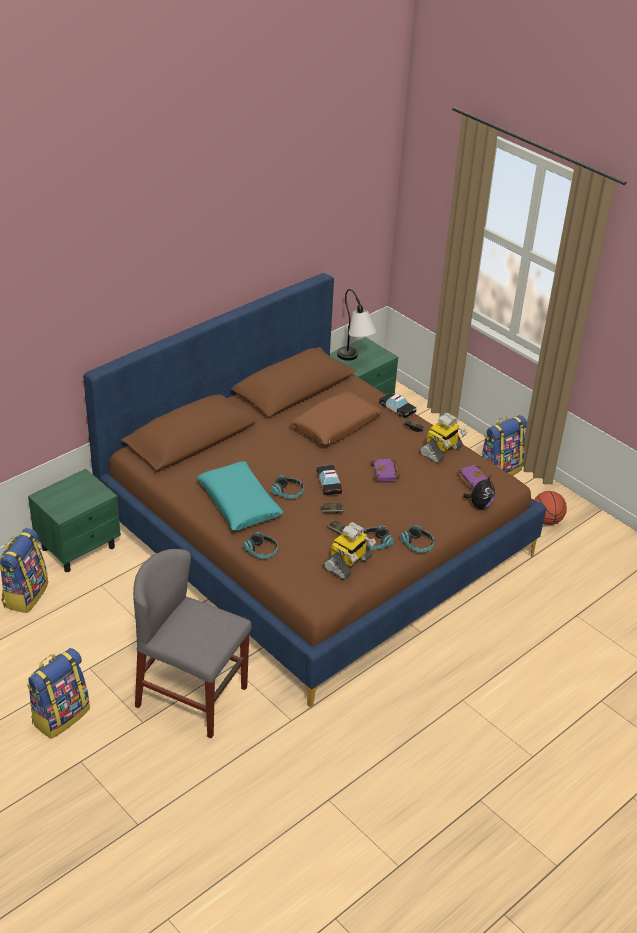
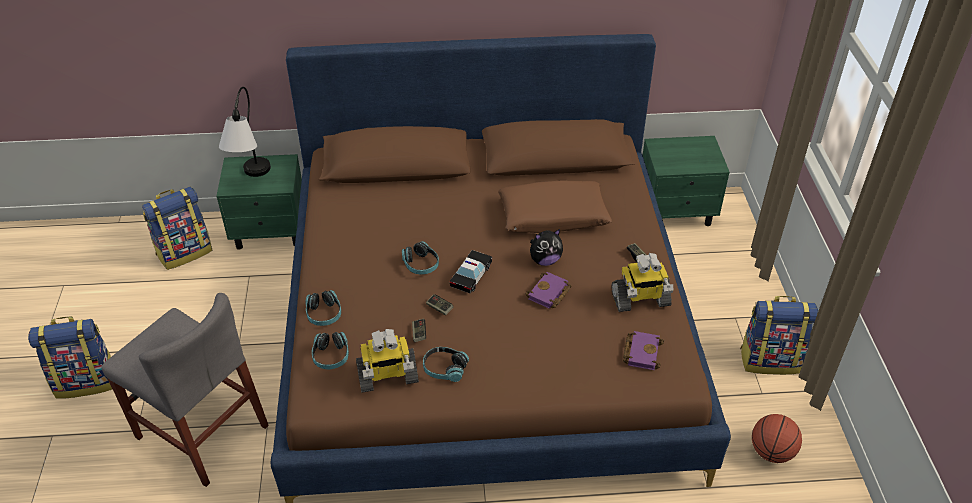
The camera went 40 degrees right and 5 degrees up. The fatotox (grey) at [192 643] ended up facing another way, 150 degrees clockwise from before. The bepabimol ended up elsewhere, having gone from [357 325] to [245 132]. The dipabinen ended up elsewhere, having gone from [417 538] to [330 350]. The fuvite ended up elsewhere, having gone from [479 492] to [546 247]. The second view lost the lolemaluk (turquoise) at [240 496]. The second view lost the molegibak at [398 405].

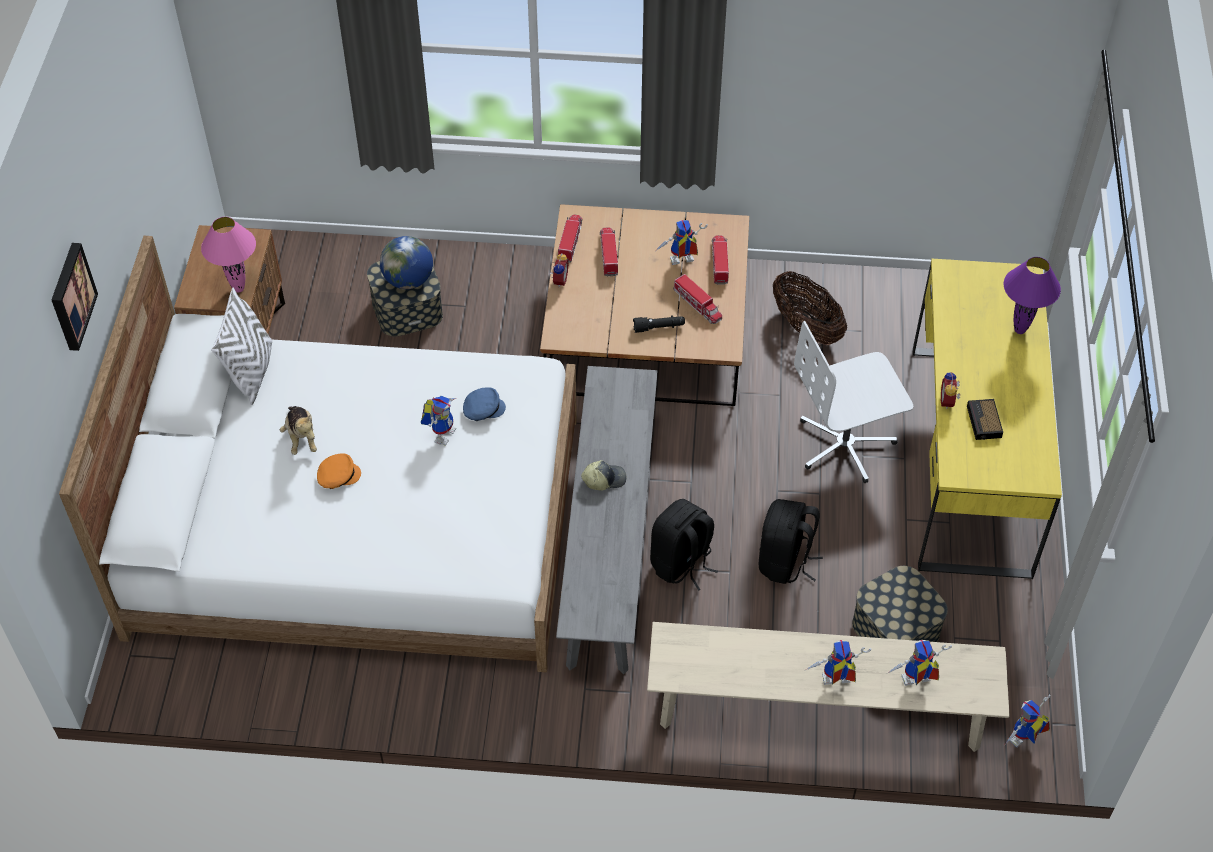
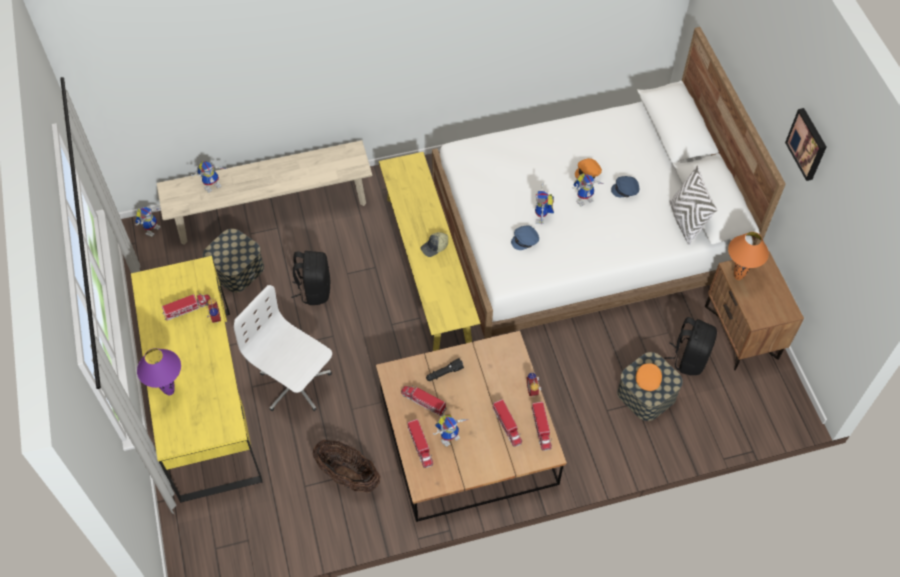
The camera went 160 degrees right and 5 degrees up. Where the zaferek stood at [985 419], the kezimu came to stand at [186 307]. The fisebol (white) at [853 402] ended up facing another way, 105 degrees counterclockwise from before. What was the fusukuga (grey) at [607 520] turned into the fusukuga (yellow) at [429 251]. The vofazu ended up elsewhere, having gone from [837 662] to [588 190]. Where the fuvite stood at [298 430], the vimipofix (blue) came to stand at [625 186]. Where the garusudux stood at [406 262], the vimipofix (orange) came to stand at [649 377]. The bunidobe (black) ended up elsewhere, having gone from [684 545] to [690 346]. What was the bepabimol (pink) at [228 254] turned into the bepabimol (orange) at [748 256]. The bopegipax ended up elsewhere, having gone from [75 297] to [805 144].

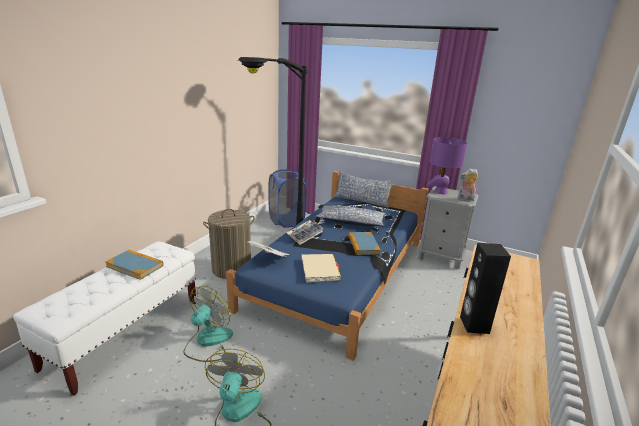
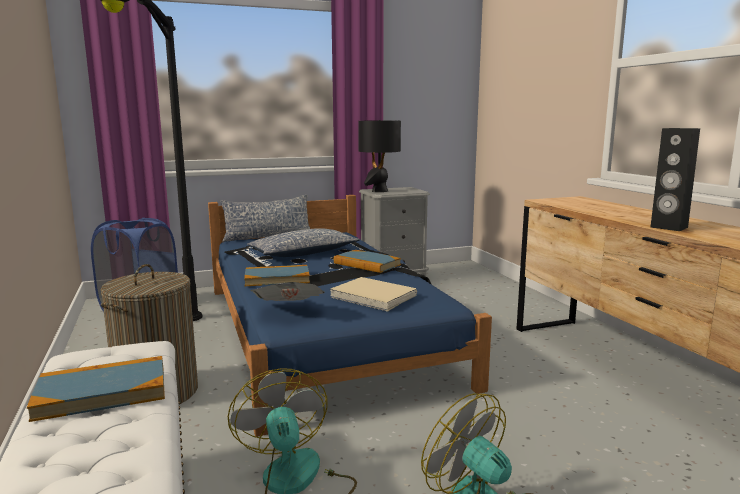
The camera went 45 degrees left and 10 degrees down. Where the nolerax stood at [305 232], the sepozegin came to stand at [277 275]. What was the bepabimol (purple) at [447 166] turned into the bepabimol (black) at [379 156]. The second view lost the fuvite at [468 185].

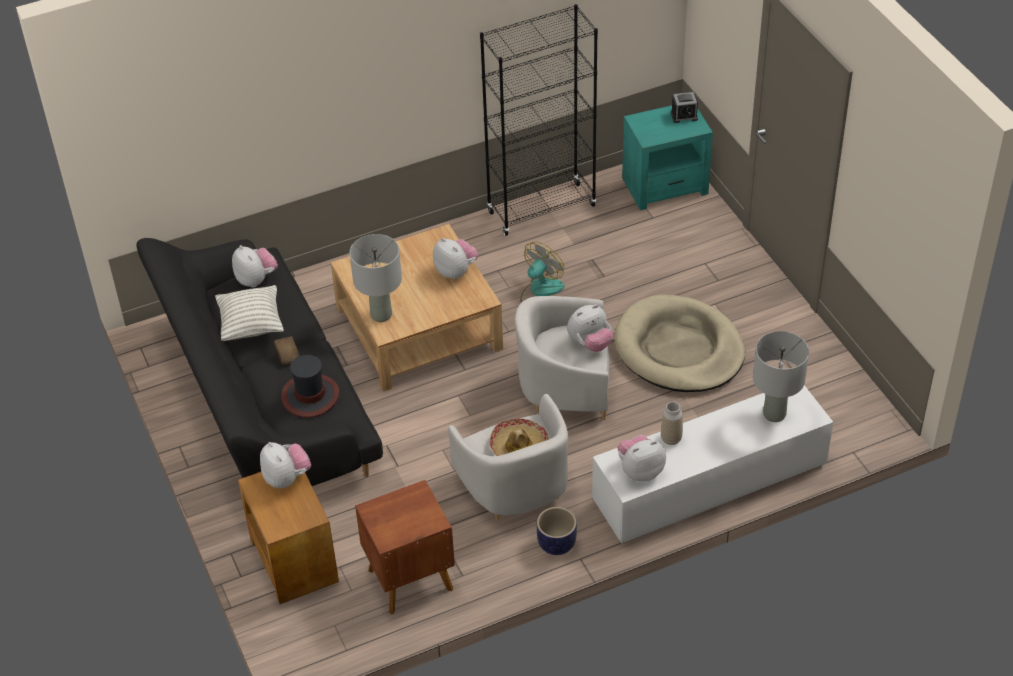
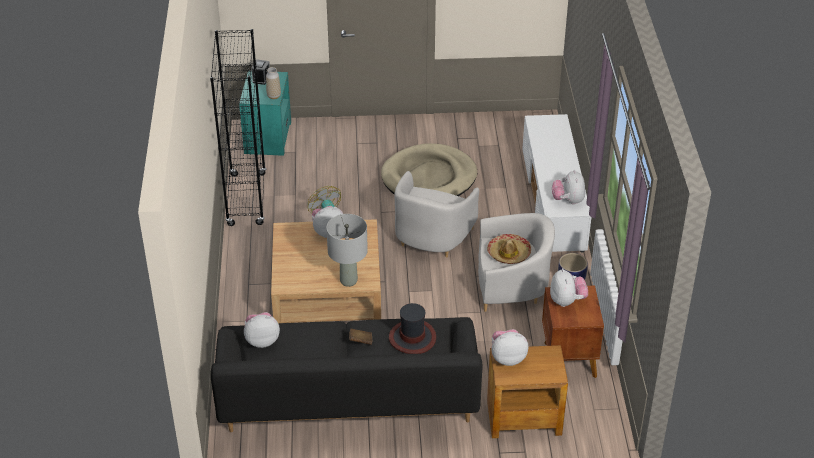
The camera went 70 degrees left and 5 degrees down. The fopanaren ended up elsewhere, having gone from [672 423] to [273 83]. The fuvite ended up elsewhere, having gone from [590 328] to [569 287]. The second view lost the lolemaluk at [249 313]. The second view lost the bepabimol (grey) at [781 376].

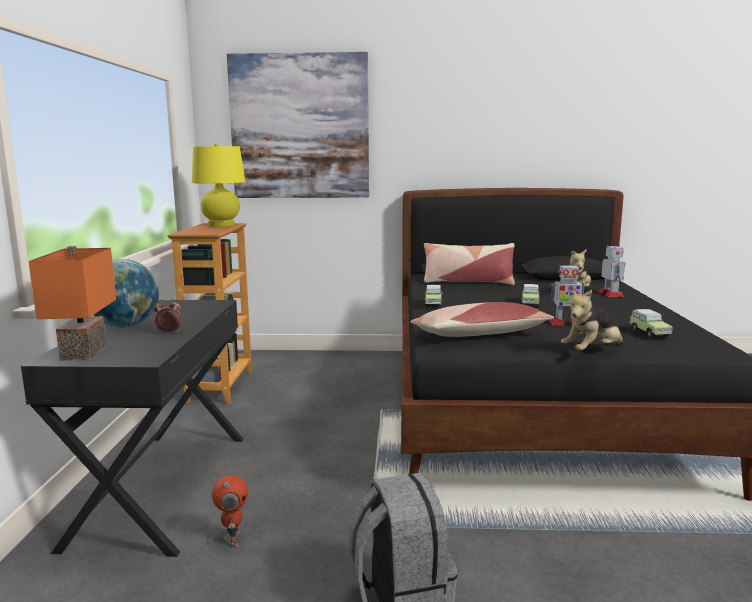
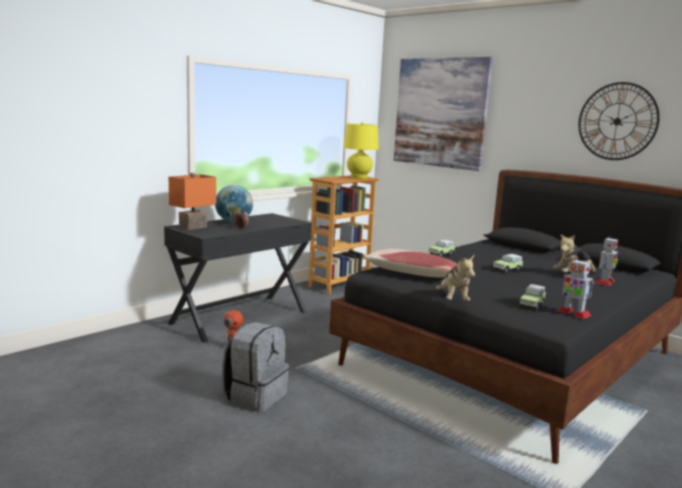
The camera went 40 degrees right and 0 degrees up. The fuvite at [592 320] ended up facing another way, 105 degrees counterclockwise from before. The vofazu ended up elsewhere, having gone from [567 295] to [575 288]. The second view gained the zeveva at [619 121]. The second view lost the lolemaluk at [469 264].

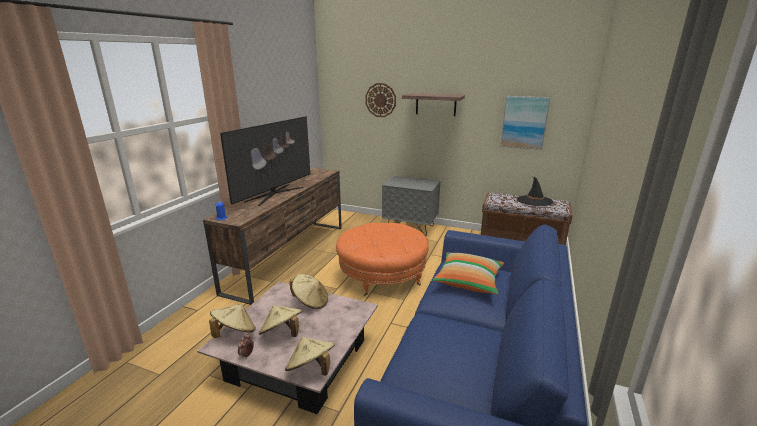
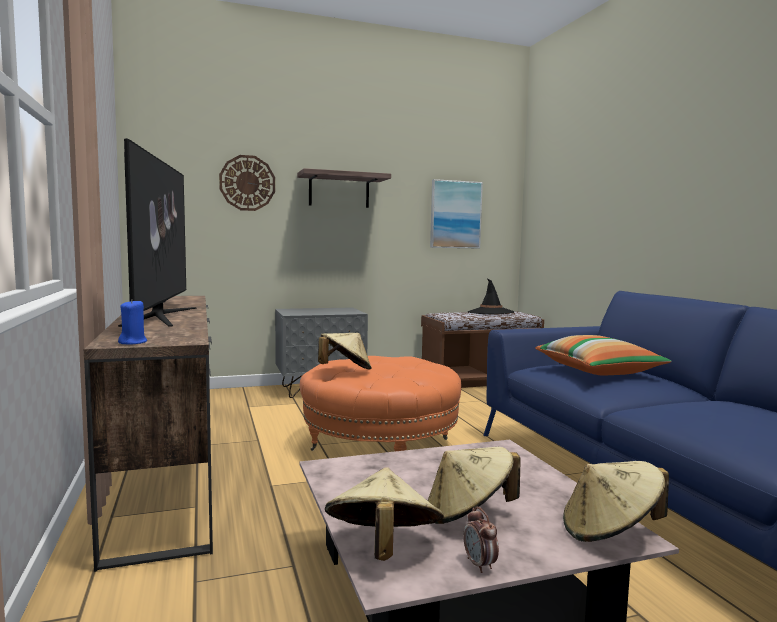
The camera went 40 degrees left and 15 degrees down. The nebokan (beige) ended up elsewhere, having gone from [309 291] to [345 351].

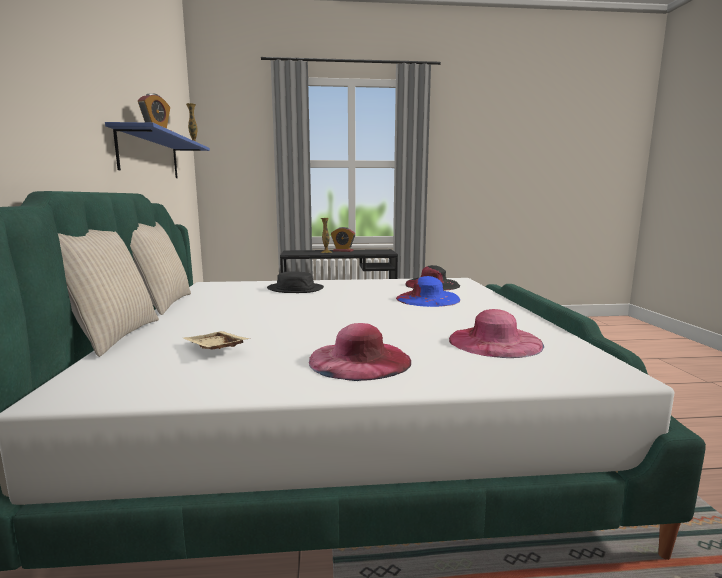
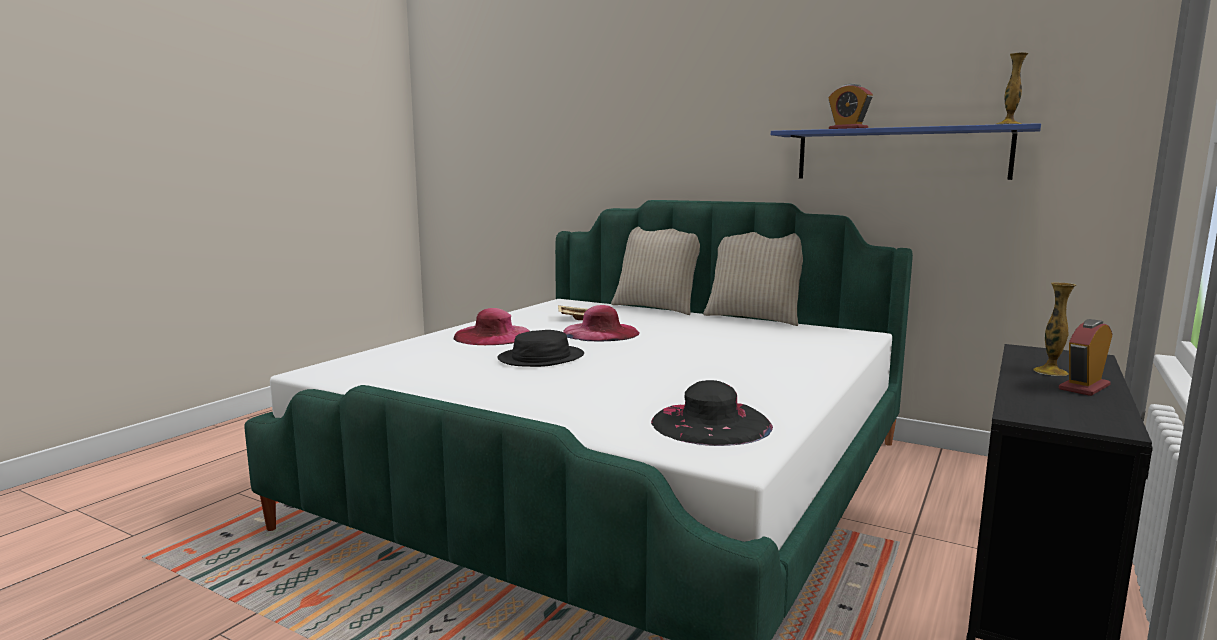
The camera went 125 degrees right and 0 degrees up. The nebokan (black) ended up elsewhere, having gone from [295 282] to [540 348]. The nebokan (pink) ended up elsewhere, having gone from [496 333] to [601 323]. The second view lost the nebokan (blue) at [428 291].

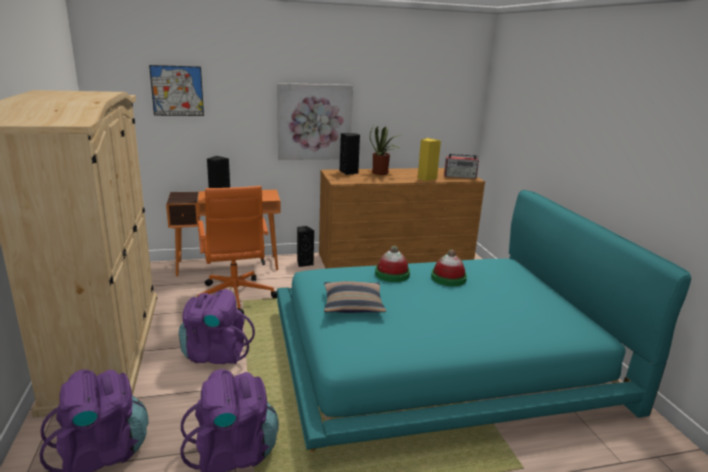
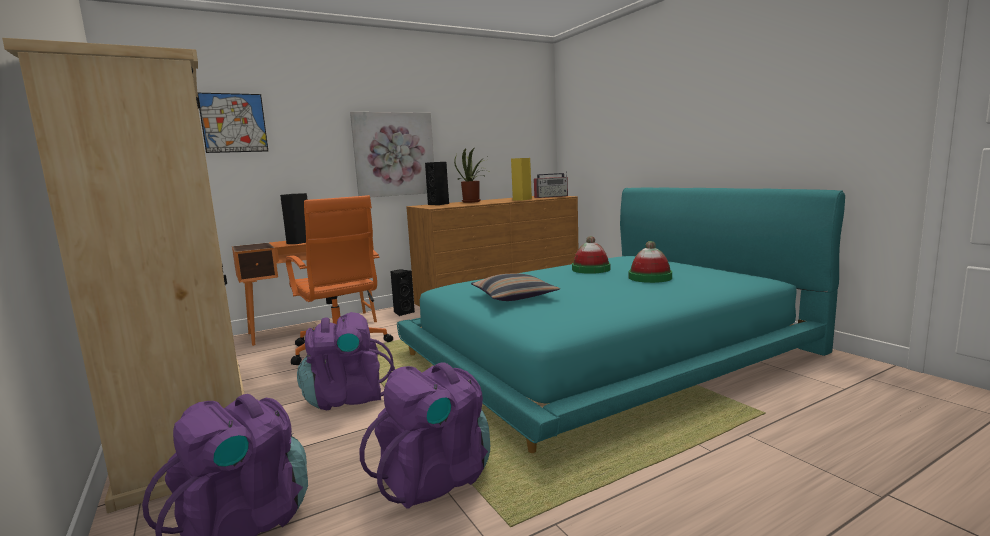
The camera went 15 degrees left and 10 degrees down. The nebokan ended up elsewhere, having gone from [392 264] to [650 262].

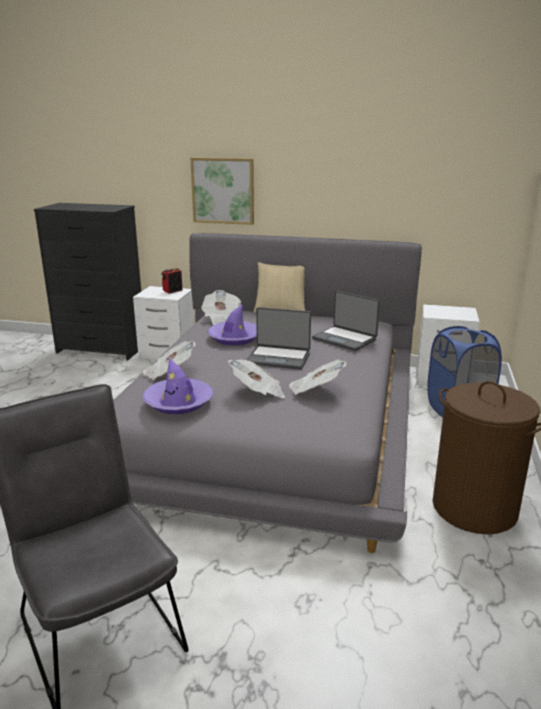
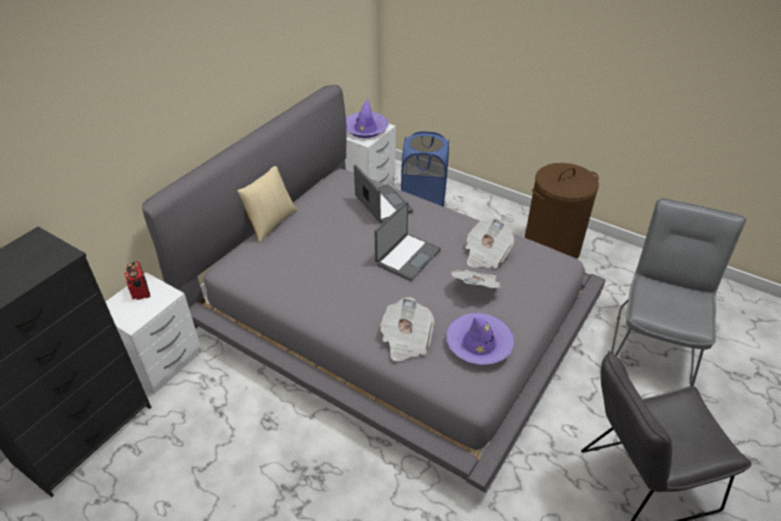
The camera went 70 degrees left and 20 degrees up. The nebokan (purple) ended up elsewhere, having gone from [232 324] to [367 118]. The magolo at [346 321] ended up facing another way, 90 degrees counterclockwise from before. The second view gained the fatotox (grey) at [678 292]. The second view lost the bopegipax at [222 191]. The second view lost the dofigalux at [221 307].

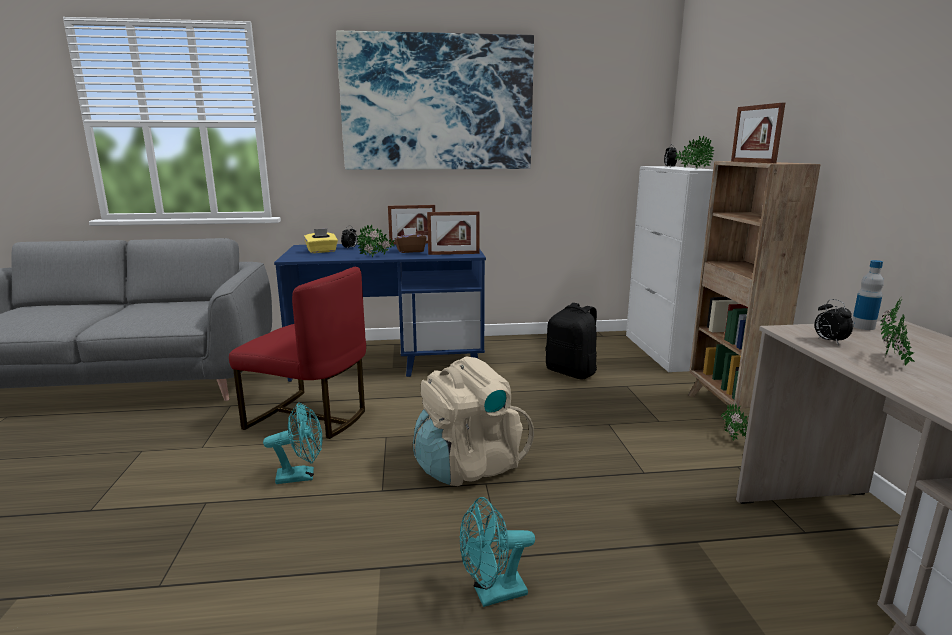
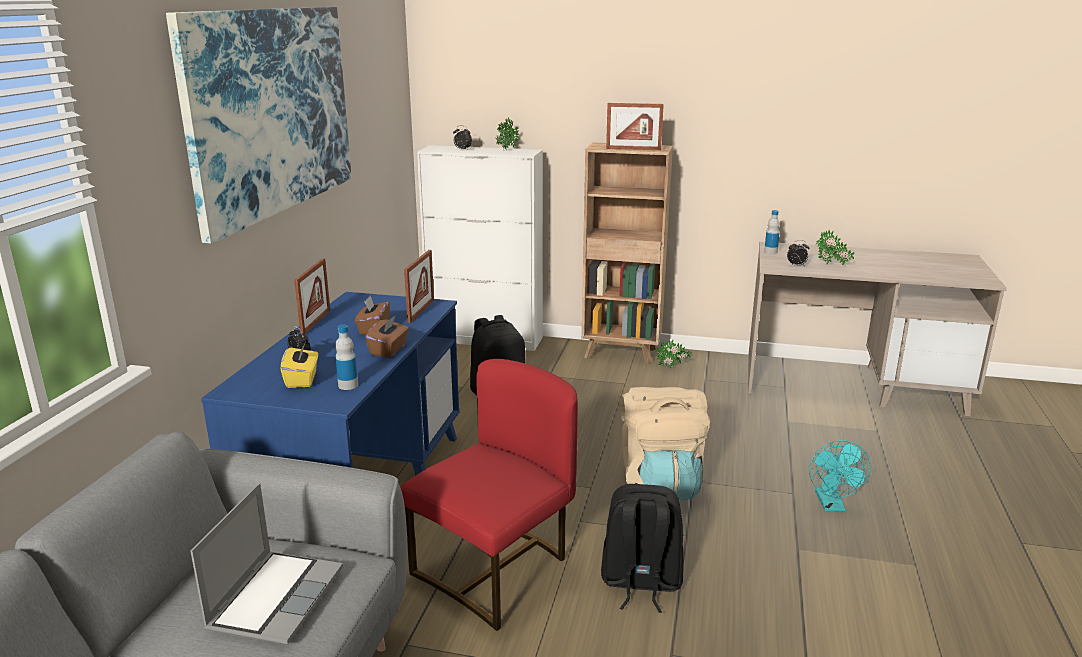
The camera went 70 degrees left and 5 degrees up. The second view gained the magolo at [267 564]. The second view gained the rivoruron at [346 357]. Where the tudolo stood at [375 240], the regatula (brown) came to stand at [387 336]. Where the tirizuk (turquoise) stood at [292 443], the bunidobe (black) came to stand at [642 548].

